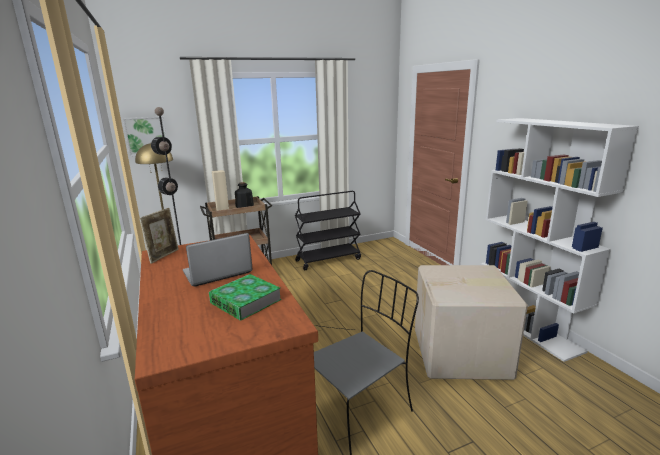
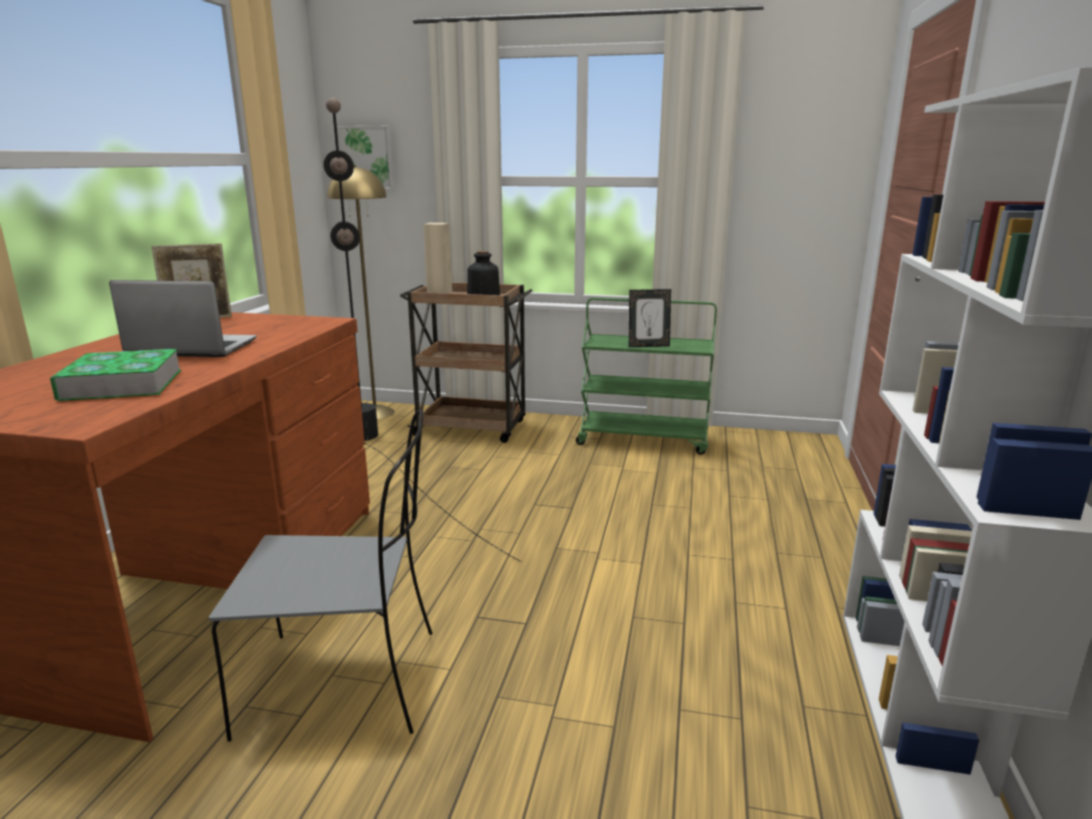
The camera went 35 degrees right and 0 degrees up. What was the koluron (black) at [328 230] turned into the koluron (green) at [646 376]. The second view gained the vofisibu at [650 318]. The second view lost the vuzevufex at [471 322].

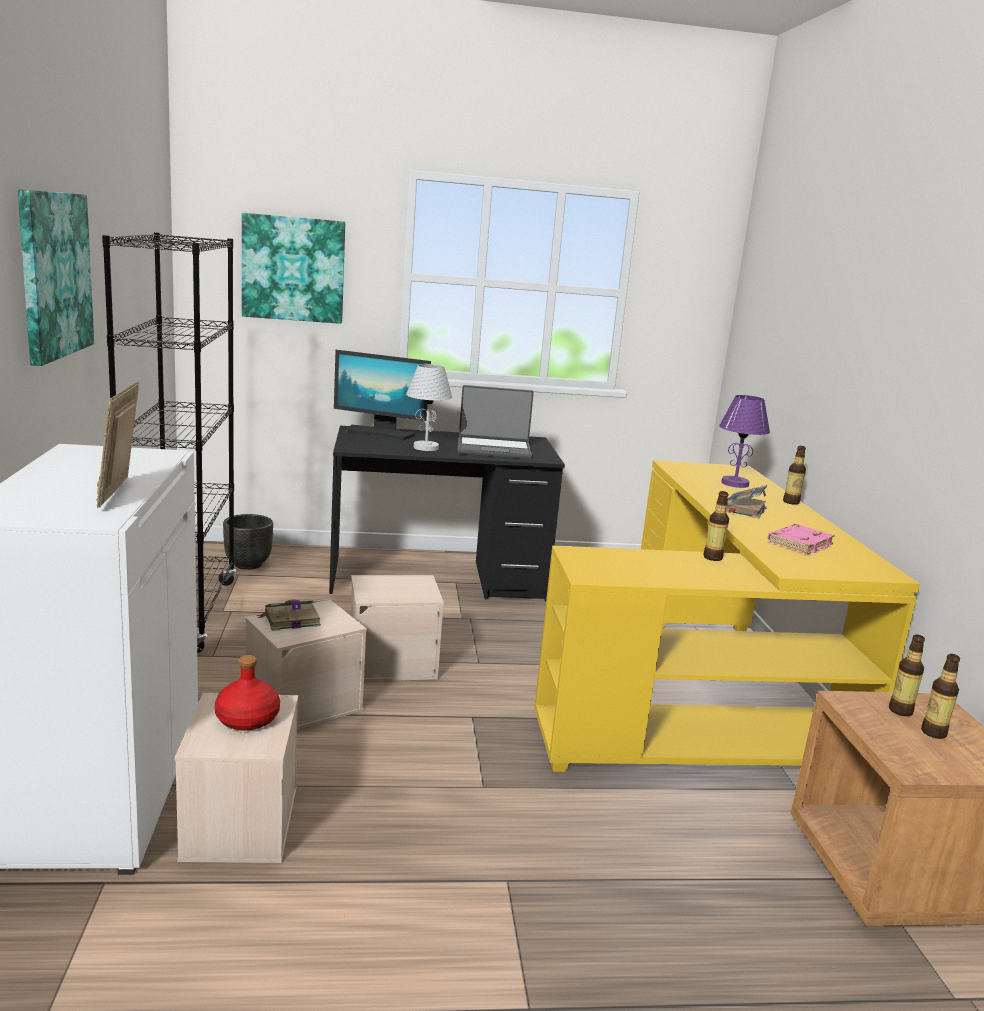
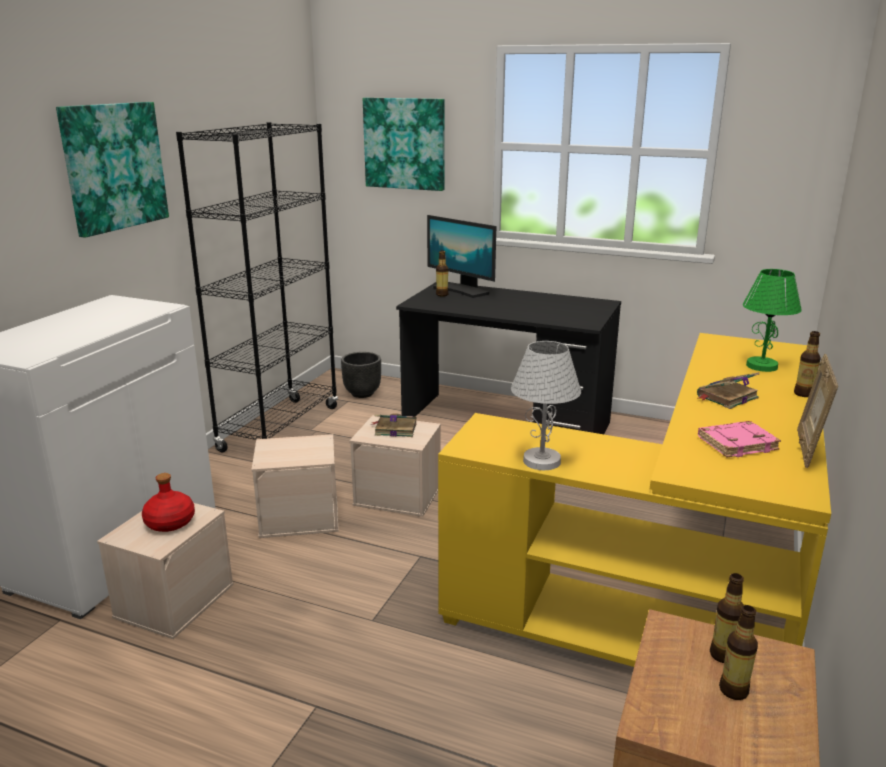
The camera went 30 degrees right and 5 degrees up. The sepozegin ended up elsewhere, having gone from [288 615] to [394 425]. The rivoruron ended up elsewhere, having gone from [716 526] to [442 273]. The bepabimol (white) ended up elsewhere, having gone from [429 407] to [546 405]. What was the bepabimol (purple) at [744 441] turned into the bepabimol (green) at [772 320]. The vofisibu ended up elsewhere, having gone from [117 444] to [817 411]. The second view lost the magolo at [496 422].

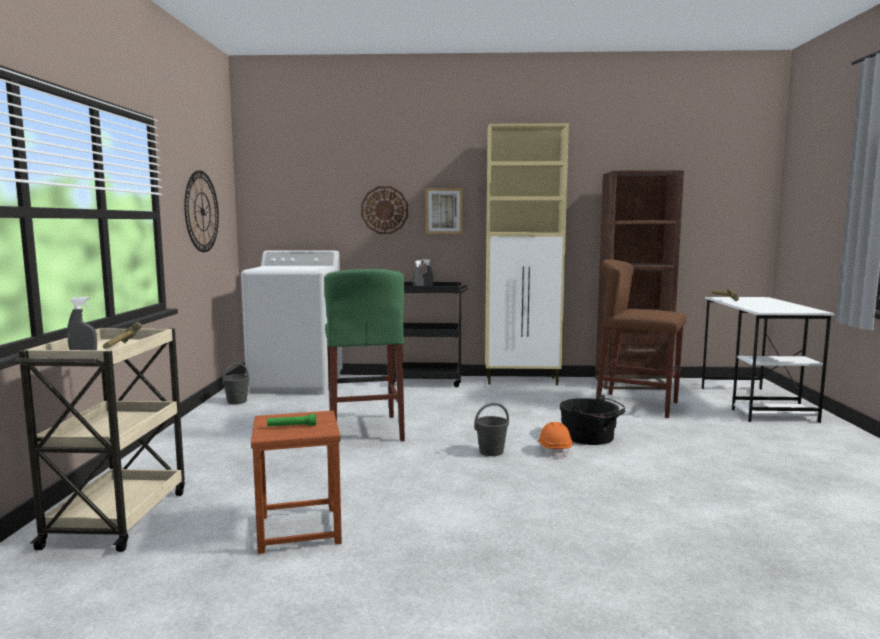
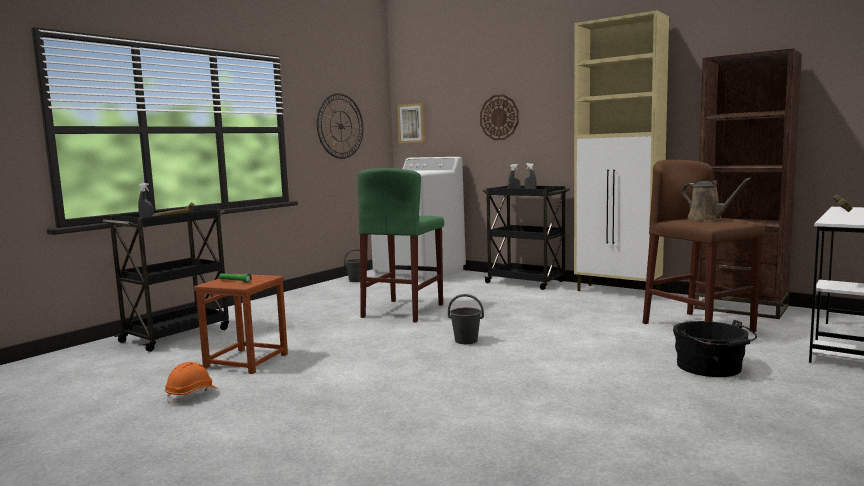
The camera went 35 degrees right and 0 degrees up. What was the koluron (beige) at [100 440] turned into the koluron (black) at [166 280]. The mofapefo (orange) ended up elsewhere, having gone from [555 440] to [191 383]. The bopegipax ended up elsewhere, having gone from [444 211] to [411 123]. The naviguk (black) ended up elsewhere, having gone from [592 419] to [715 348]. The second view gained the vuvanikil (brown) at [716 199].

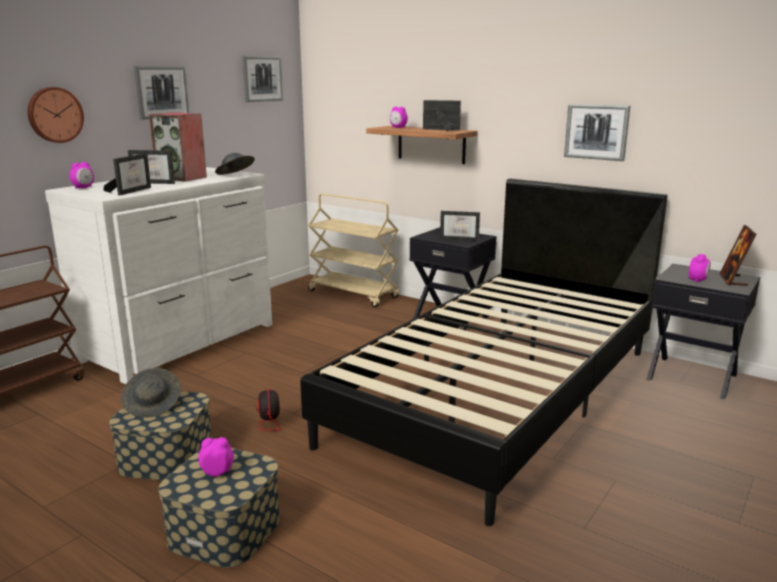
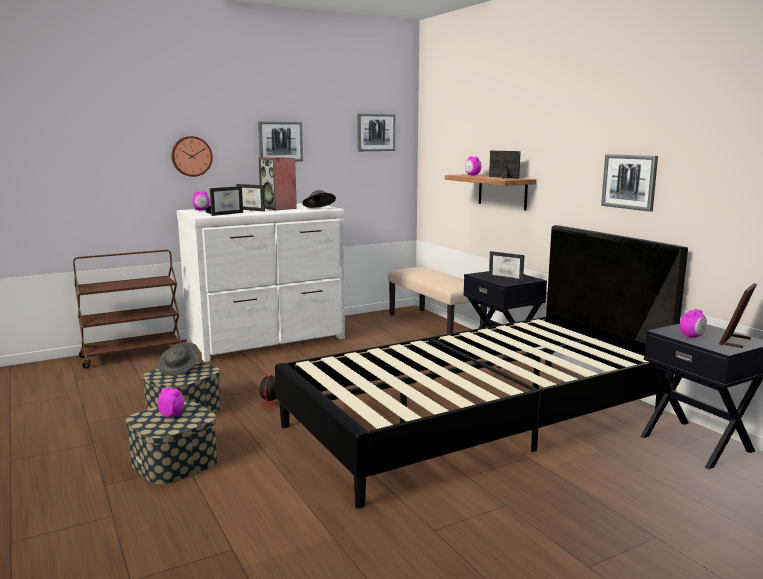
The camera went 25 degrees right and 5 degrees down. Where the koluron (beige) stood at [353 250], the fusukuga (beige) came to stand at [437 300].

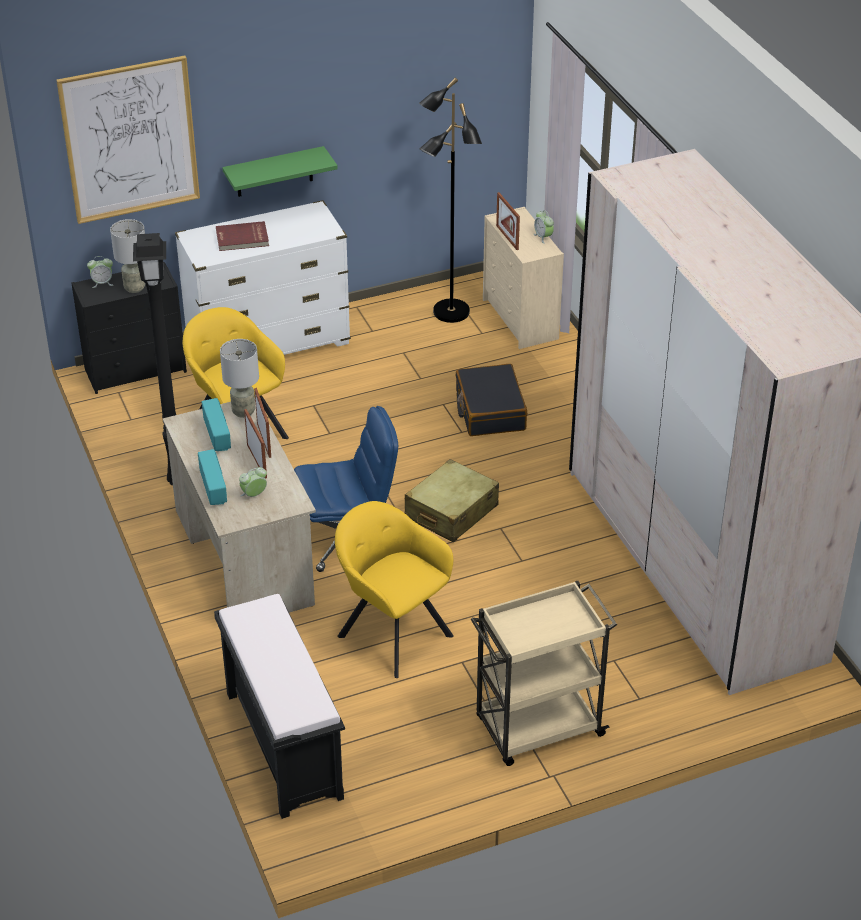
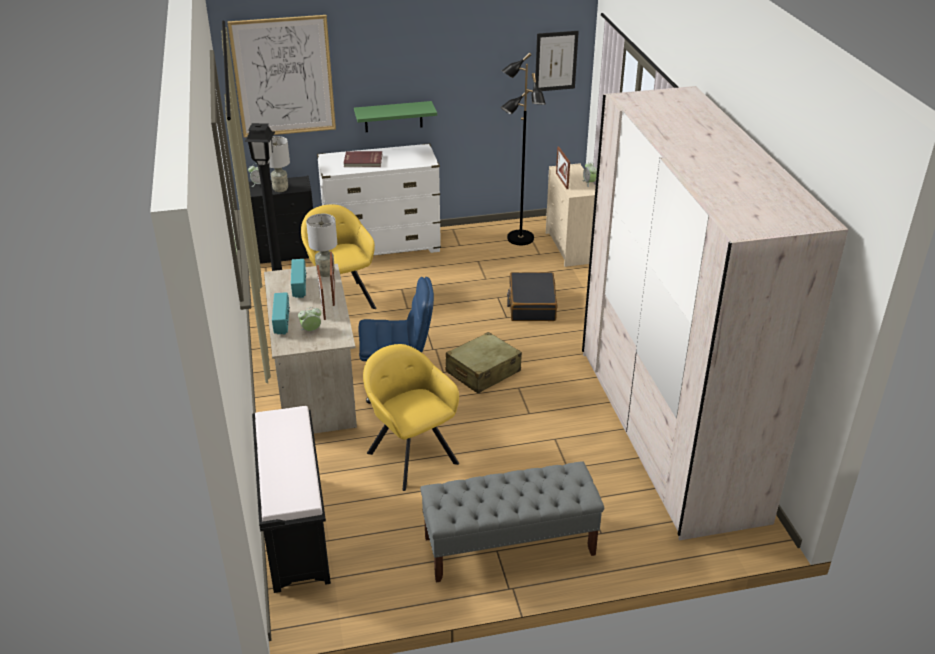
The camera went 10 degrees right and 5 degrees down. Where the koluron (beige) stood at [544 673], the fusukuga (grey) came to stand at [512 521]. The second view gained the bopegipax at [557 61].

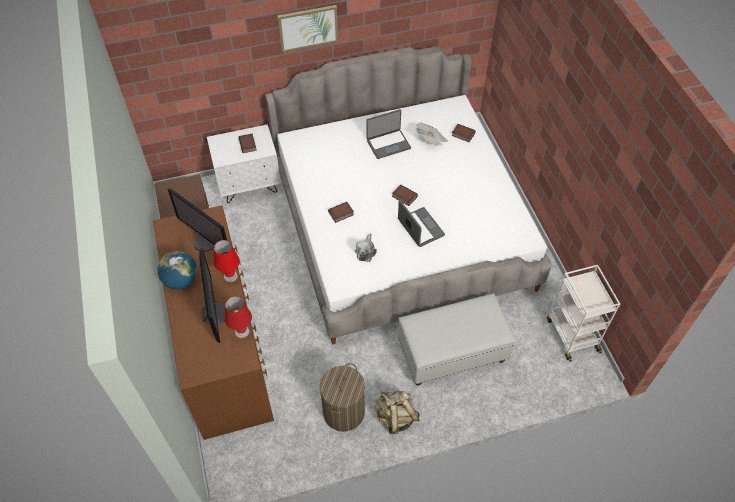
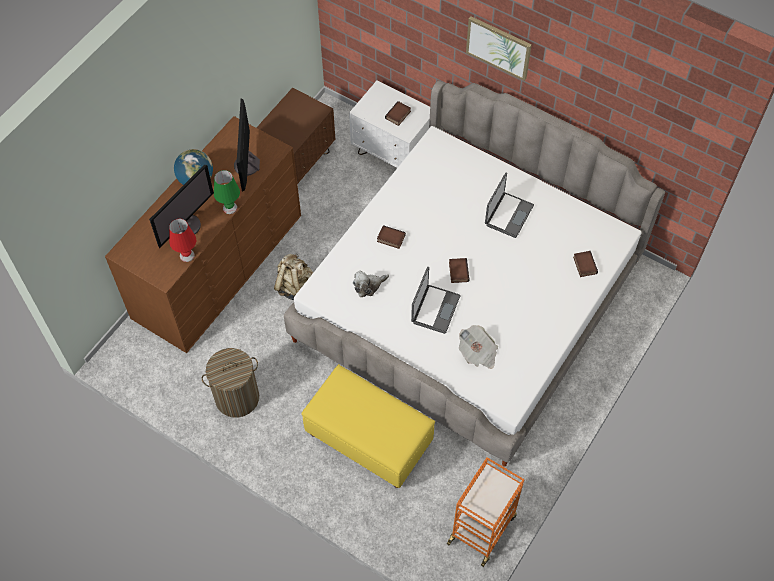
The camera went 50 degrees right and 5 degrees up. What was the bepabimol (red) at [227 261] turned into the bepabimol (green) at [227 192]. The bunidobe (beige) ended up elsewhere, having gone from [397 412] to [293 277]. What was the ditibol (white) at [457 339] turned into the ditibol (yellow) at [368 426]. What was the koluron (white) at [583 313] turned into the koluron (orange) at [486 512]. The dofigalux ended up elsewhere, having gone from [431 134] to [478 347]. The magolo at [388 134] ended up facing another way, 90 degrees counterclockwise from before.

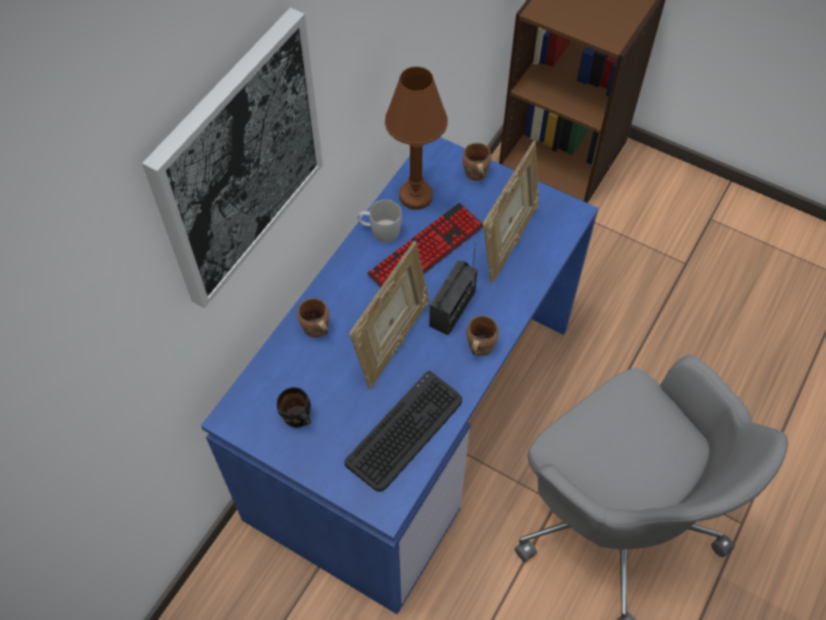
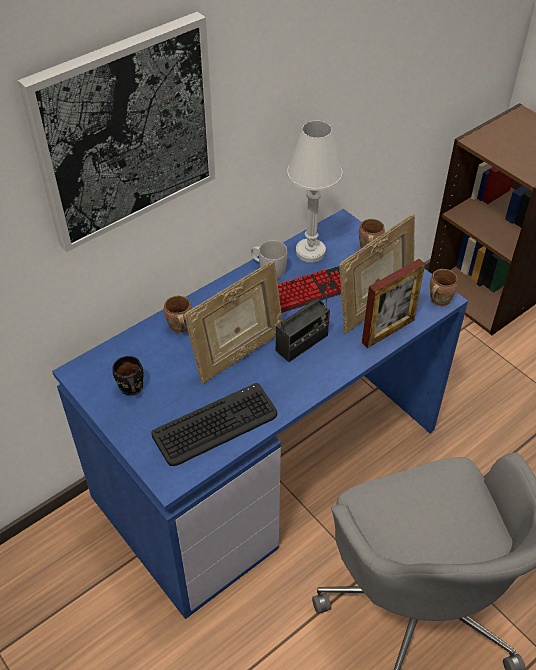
The camera went 20 degrees right and 10 degrees down. What was the bepabimol (brown) at [416 138] turned into the bepabimol (white) at [315 192]. The second view gained the vofisibu at [393 303]. The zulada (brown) ended up elsewhere, having gone from [483 335] to [444 287].

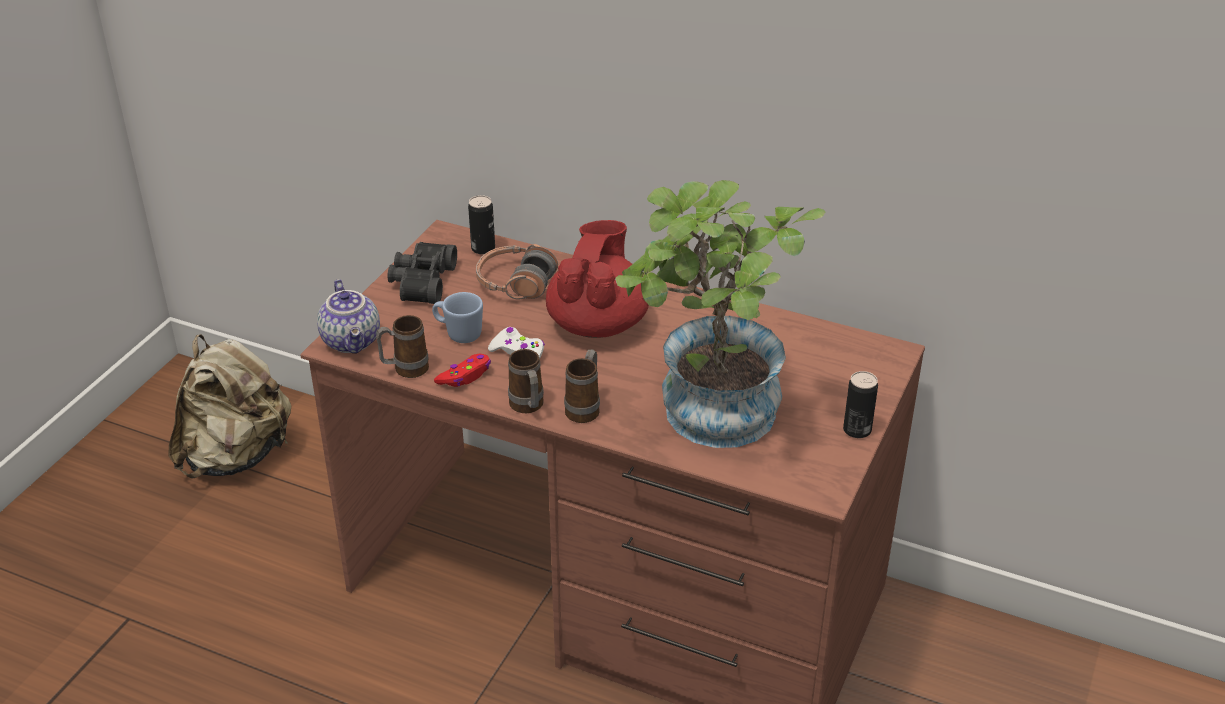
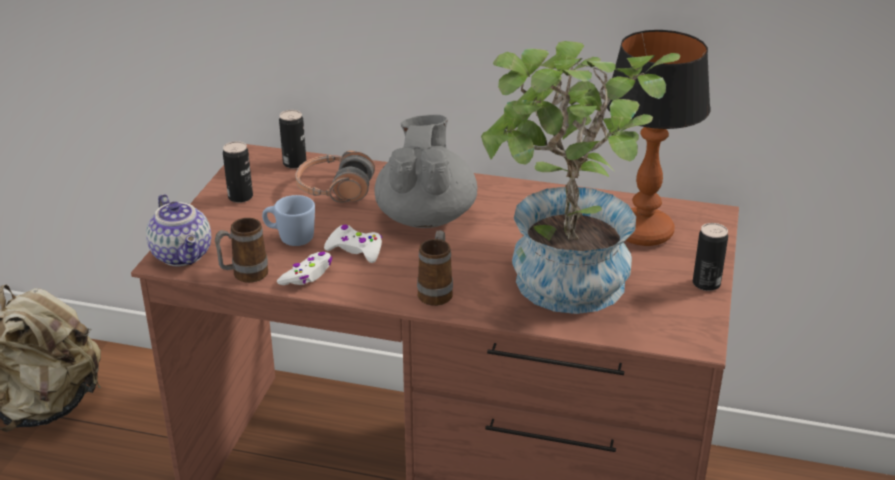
The camera went 10 degrees left and 5 degrees down. Where the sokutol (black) stood at [422 273], the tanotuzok came to stand at [238 172]. What was the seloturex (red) at [462 370] turned into the seloturex (white) at [305 268]. What was the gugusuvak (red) at [597 279] turned into the gugusuvak (grey) at [426 171]. The second view gained the bepabimol at [659 138]. The second view lost the zulada at [526 381].

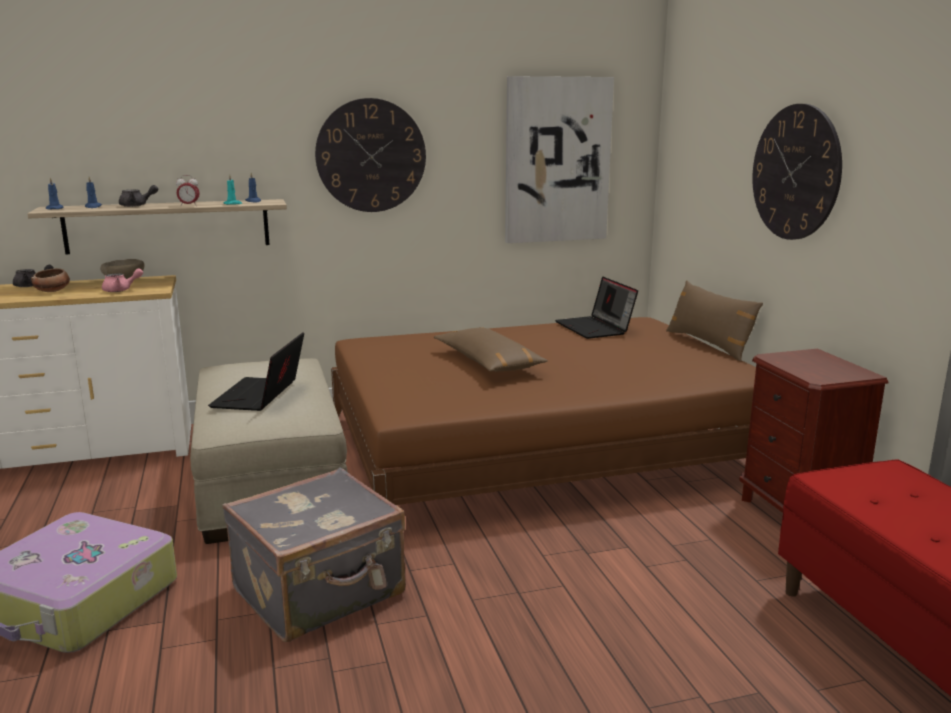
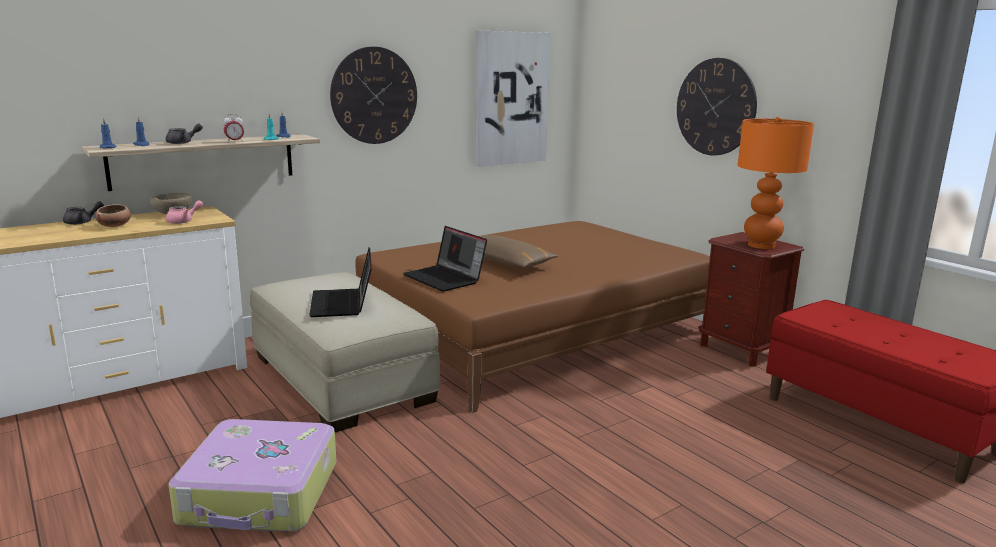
The camera went 20 degrees left and 0 degrees up. The magolo ended up elsewhere, having gone from [596 308] to [445 259]. The second view gained the bepabimol (orange) at [775 183]. The second view lost the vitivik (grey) at [314 554]. The second view lost the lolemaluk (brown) at [714 320].

